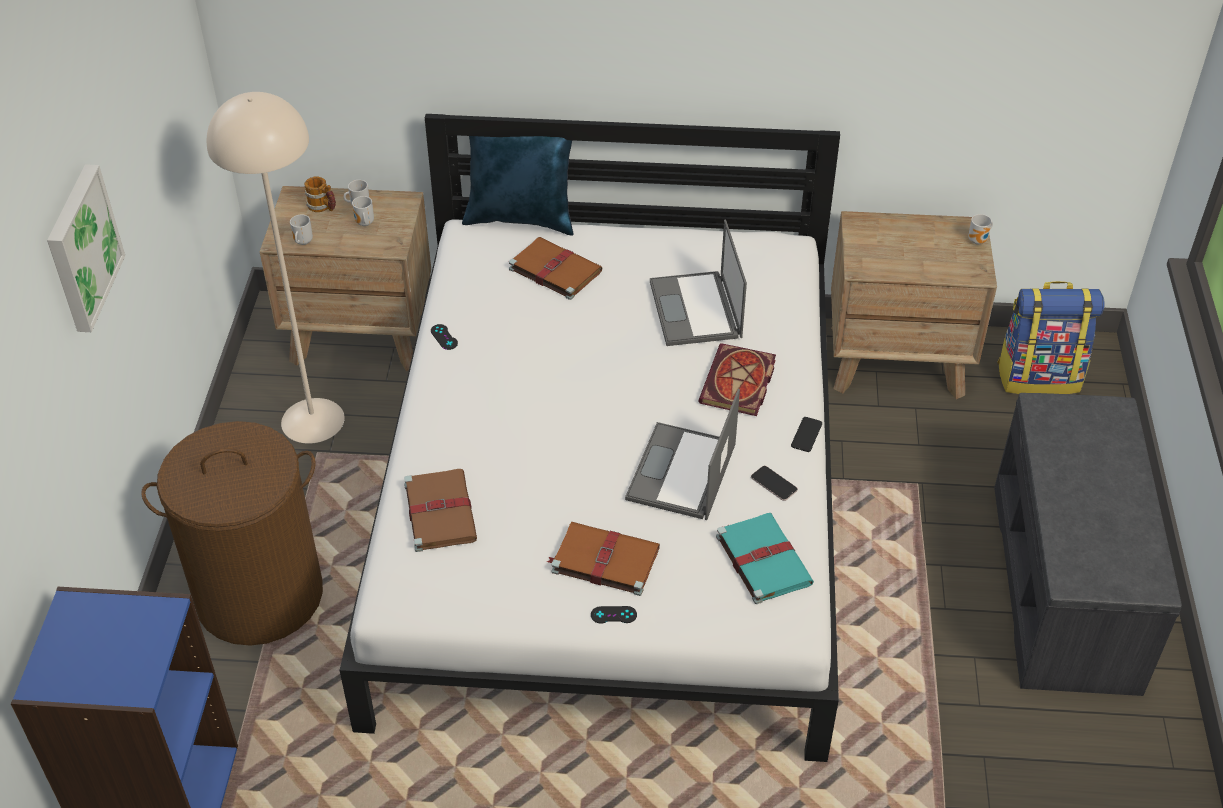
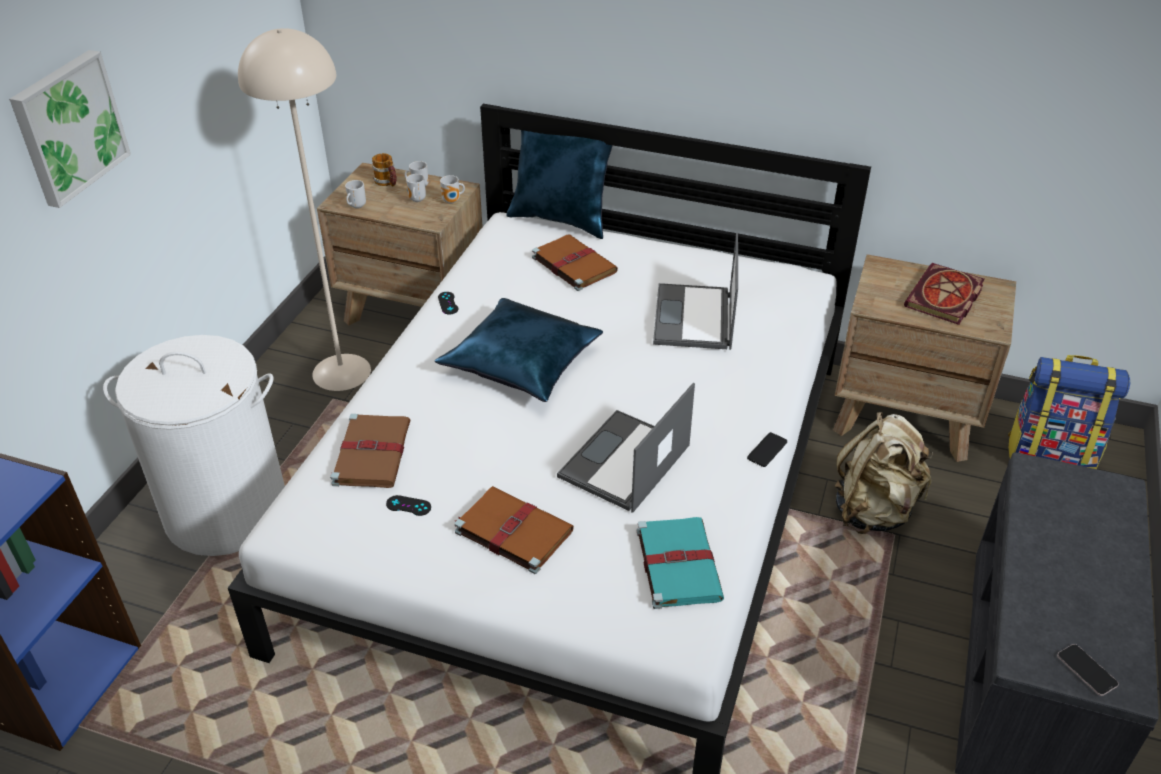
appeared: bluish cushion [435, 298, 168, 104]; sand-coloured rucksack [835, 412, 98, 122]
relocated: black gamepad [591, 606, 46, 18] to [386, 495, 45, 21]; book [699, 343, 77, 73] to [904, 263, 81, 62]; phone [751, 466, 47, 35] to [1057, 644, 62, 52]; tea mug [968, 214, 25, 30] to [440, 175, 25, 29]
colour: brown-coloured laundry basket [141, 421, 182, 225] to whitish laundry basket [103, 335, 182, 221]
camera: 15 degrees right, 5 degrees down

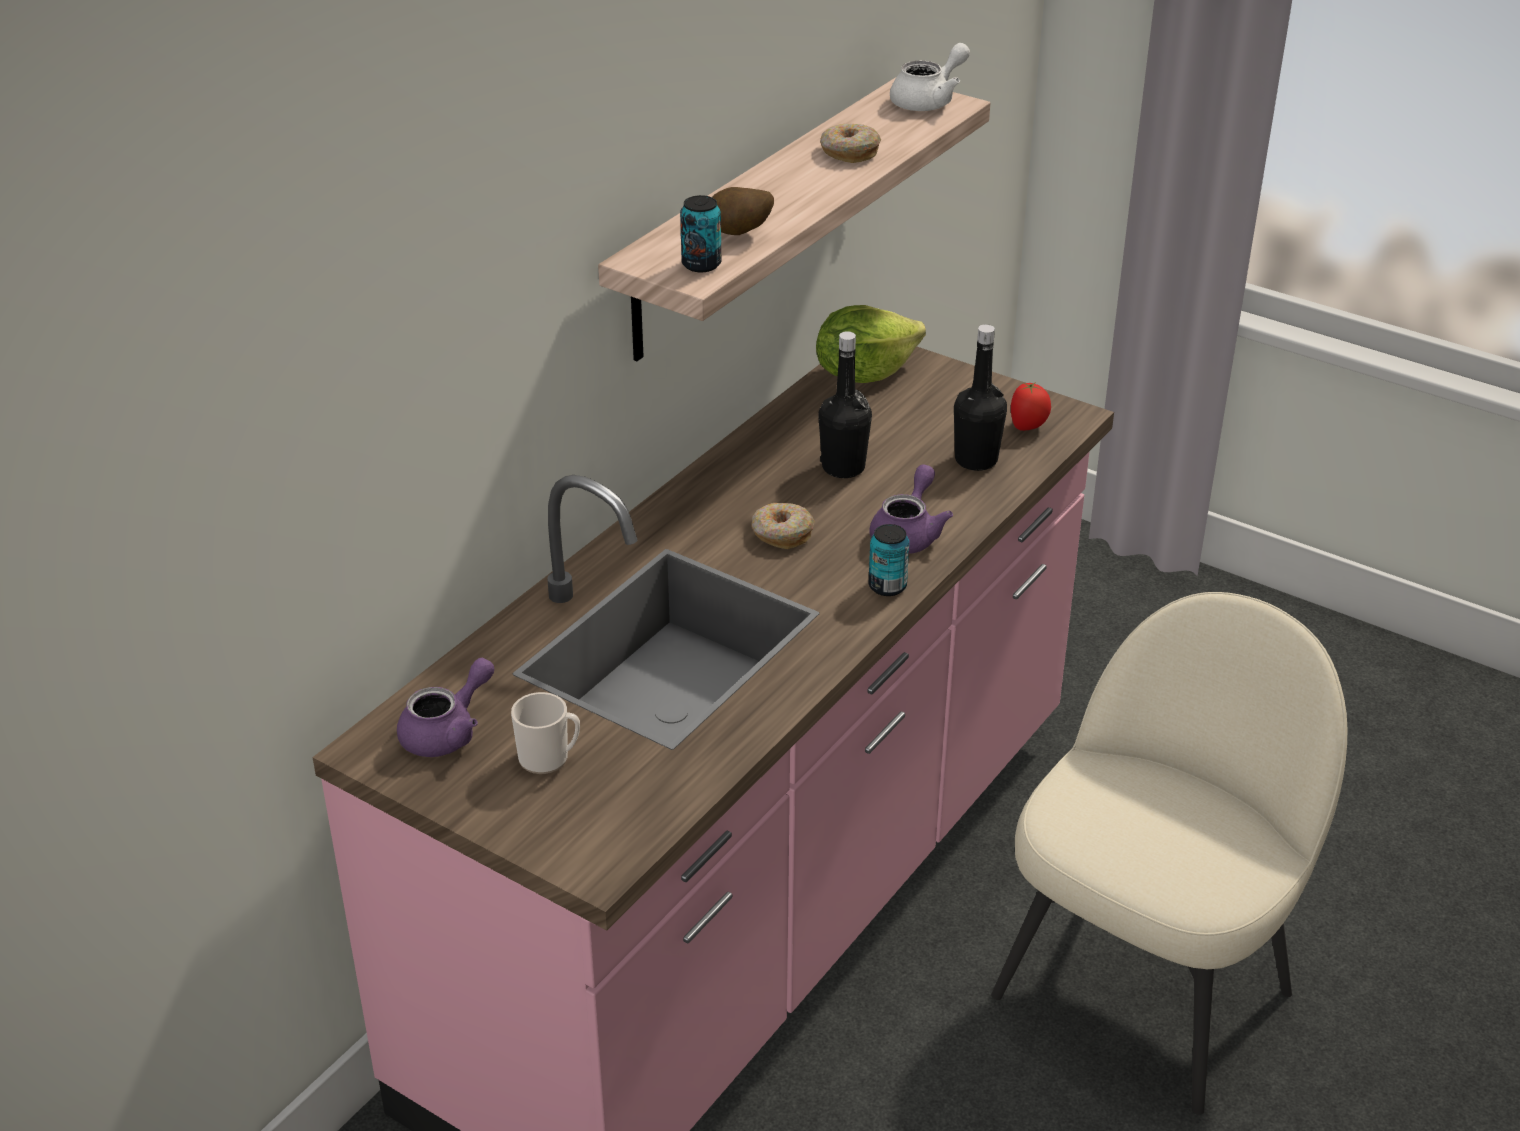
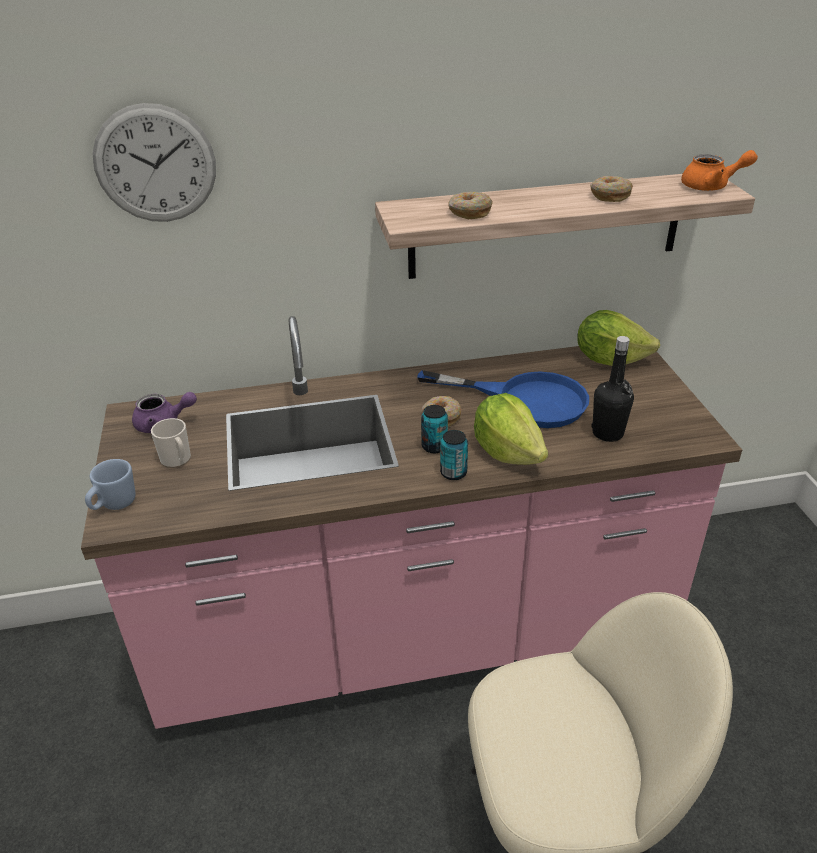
missing: whole tomato [1011, 382, 40, 49]
appeared: bluish tea mug [85, 459, 50, 51]; hanging clock [92, 103, 124, 119]
relocated: can [680, 195, 41, 77] to [421, 405, 27, 48]
exchanged: potato [712, 187, 62, 48] to doughnut [448, 192, 44, 27]; black bottle [818, 331, 54, 147] to bluish skillet [417, 370, 172, 58]; purple-coloured tea pot [870, 464, 83, 90] to head of lettuce [474, 393, 74, 72]
colour: whitish tea pot [890, 43, 80, 68] to orange tea pot [681, 150, 77, 41]
camera: 45 degrees right, 0 degrees up

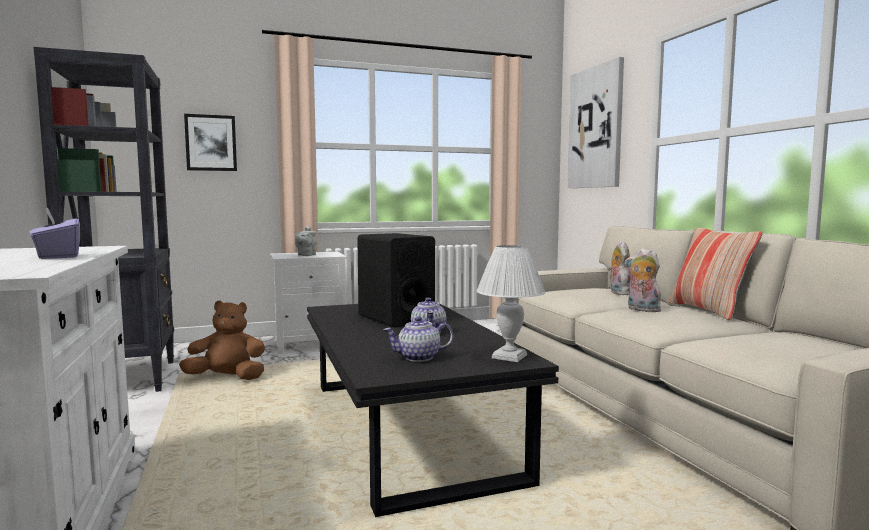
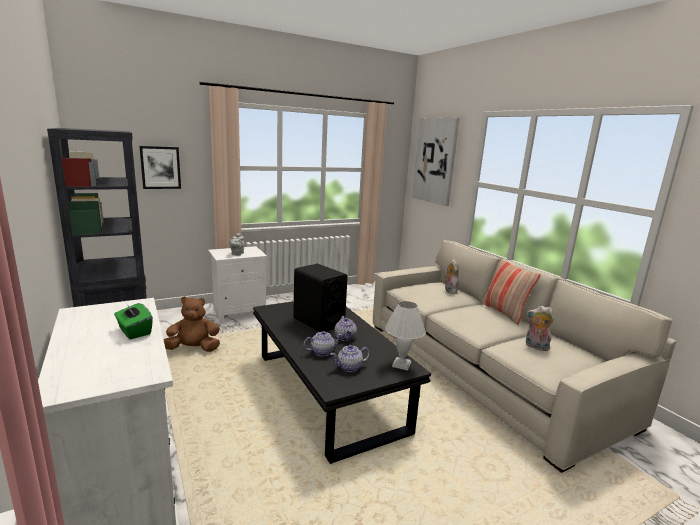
appeared: tea pot [303, 331, 39, 25]
relocated: soft toy [625, 249, 36, 63] to [526, 306, 28, 45]
colour: purple-coloured tissue holder [30, 208, 50, 51] to green-coloured tissue holder [114, 301, 39, 38]
camera: 10 degrees left, 10 degrees up

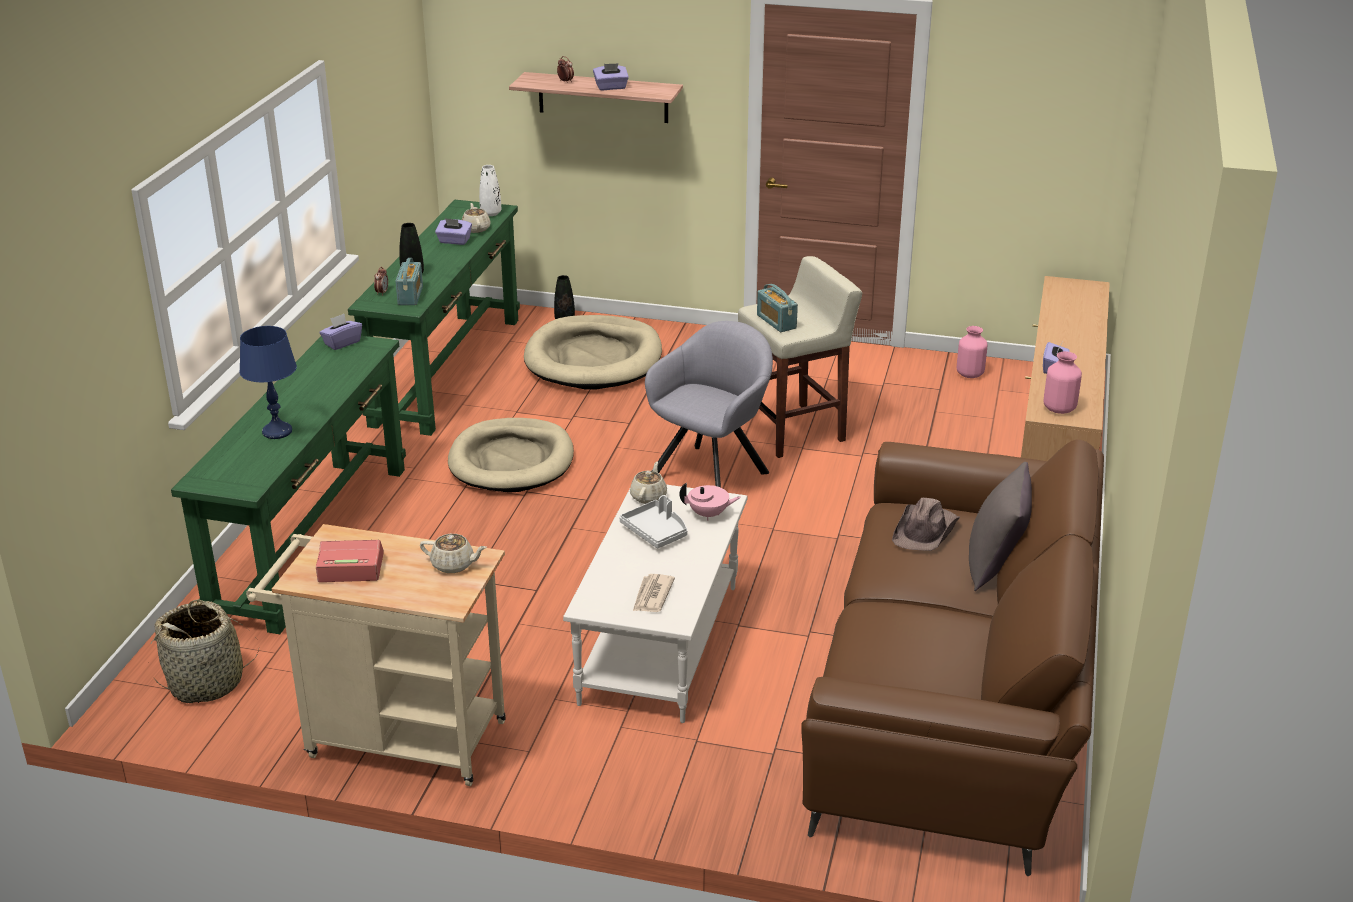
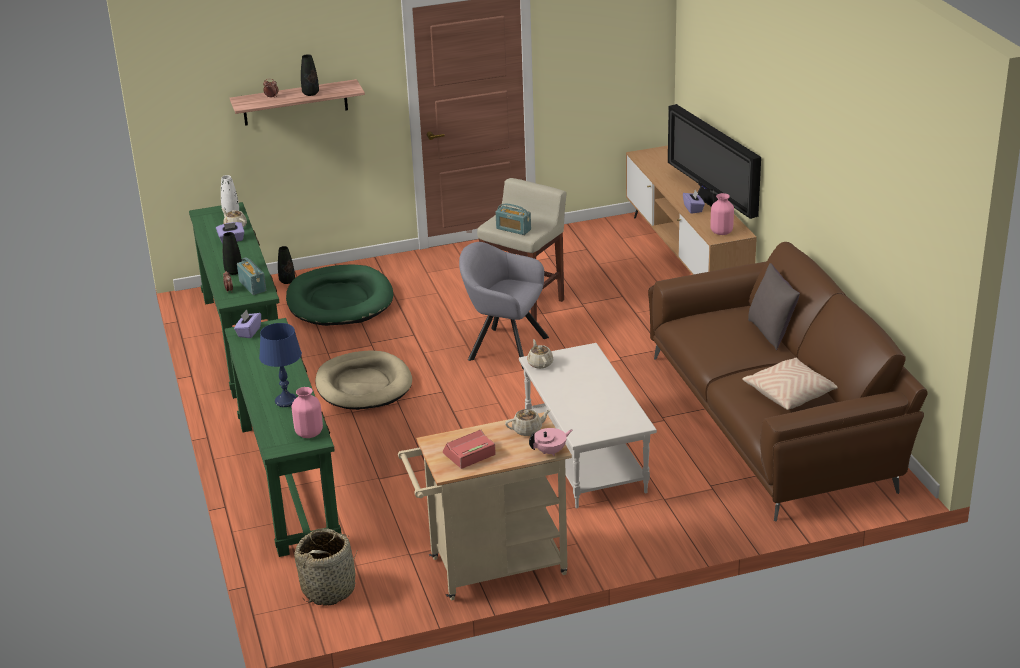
missing: greyish carrying tray [619, 495, 68, 53]; daily paper [633, 574, 42, 38]; brown-coloured hat [892, 498, 68, 53]
appeared: TV [668, 104, 93, 115]; sand-coloured cushion [742, 358, 96, 52]
relocated: pinkish tea pot [679, 483, 62, 38] to [529, 428, 43, 28]; pinkish flower vase [957, 326, 30, 52] to [292, 387, 31, 51]
exchanged: purple-coloured tissue holder [593, 63, 36, 27] to black flower vase [301, 54, 18, 42]
colour: sand-coloured dog bed [524, 315, 138, 75] to green-coloured dog bed [286, 265, 107, 61]
spun: greyish lounge chair [645, 321, 128, 166] = [459, 242, 90, 128] 75 degrees counterclockwise
camera: 30 degrees left, 0 degrees up

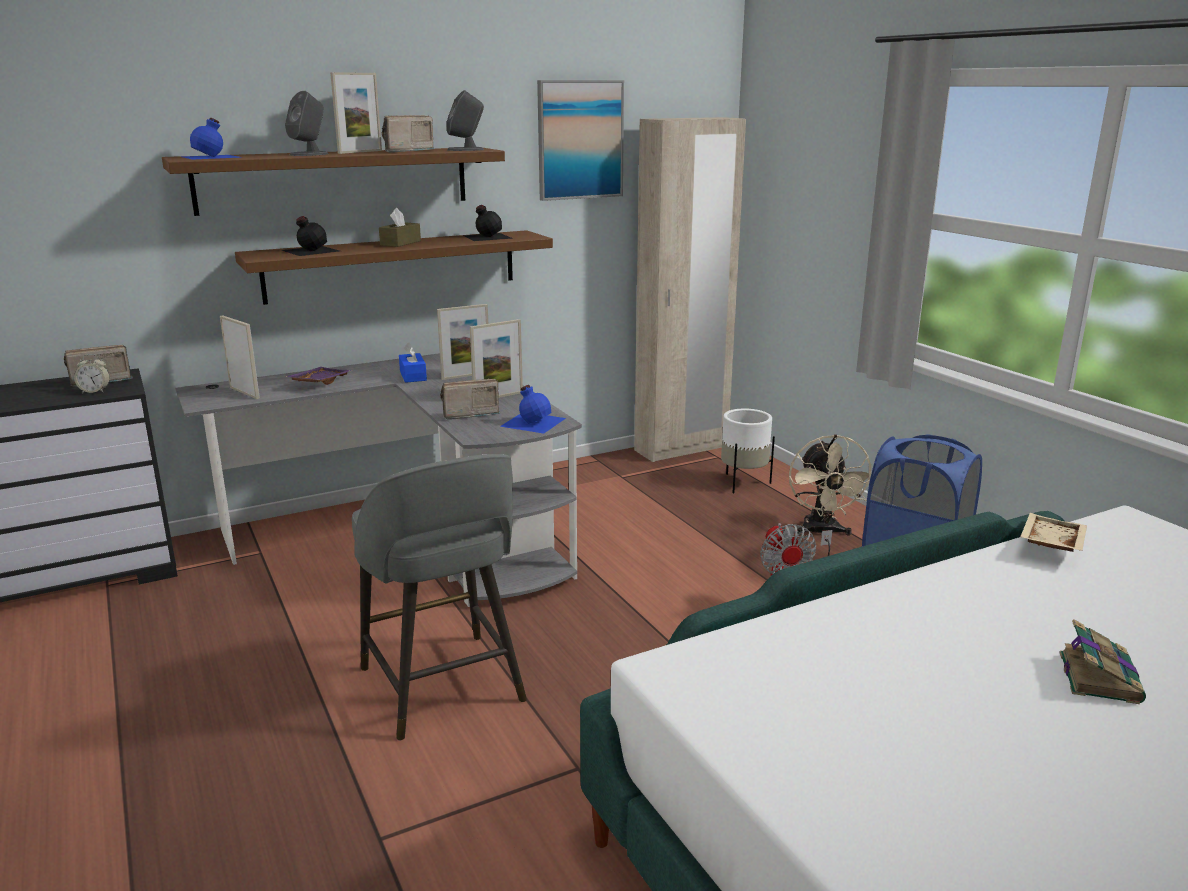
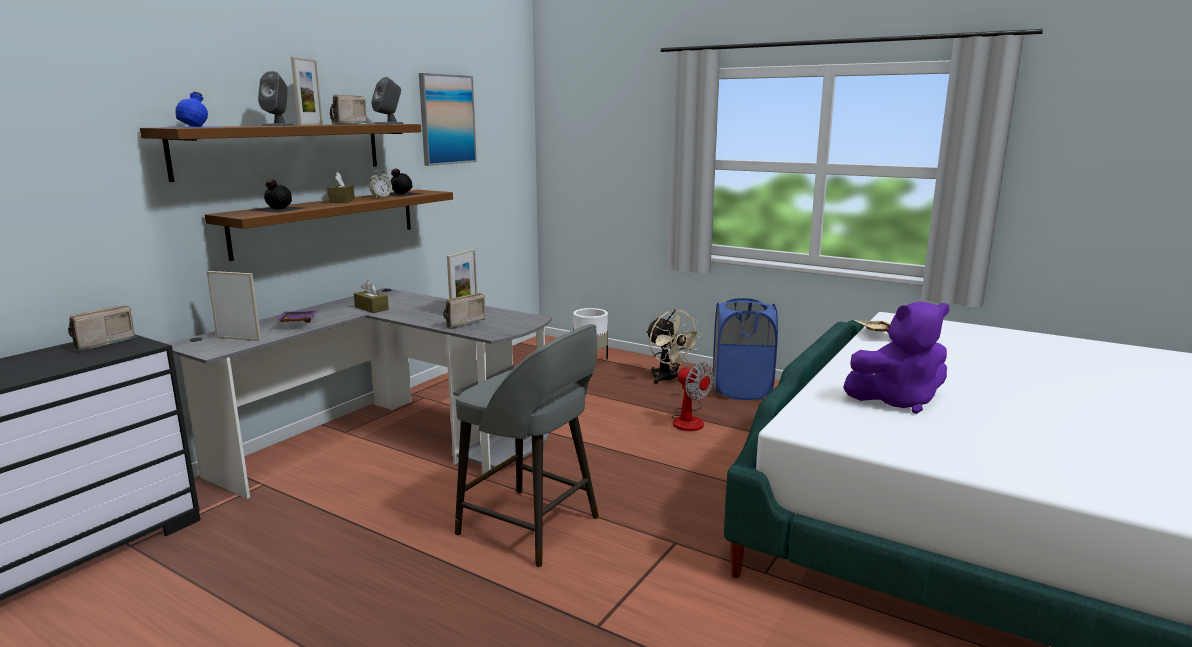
missing: standing frame [437, 304, 51, 76]; bluish bottle [500, 385, 66, 49]; sand-coloured clothes cupboard [634, 117, 112, 345]; book [1059, 619, 87, 85]
appeared: purple-coloured soft toy [843, 302, 106, 112]
relocated: table clock [74, 354, 36, 40] to [369, 170, 23, 28]
colour: bluish tissue holder [399, 342, 28, 41] to brown-coloured tissue holder [354, 281, 35, 32]
camera: 30 degrees left, 5 degrees down

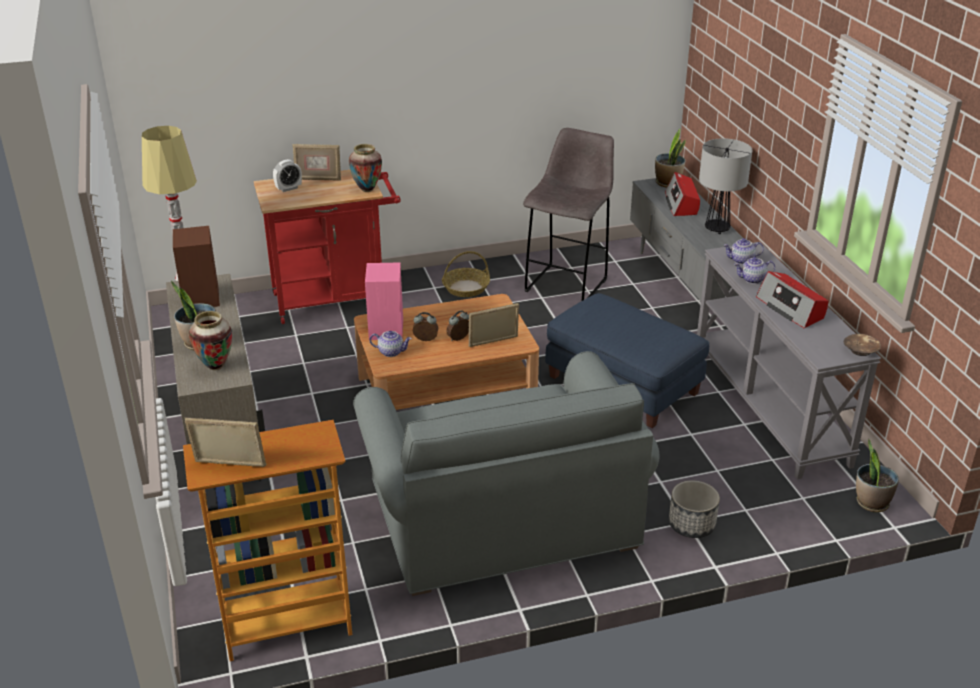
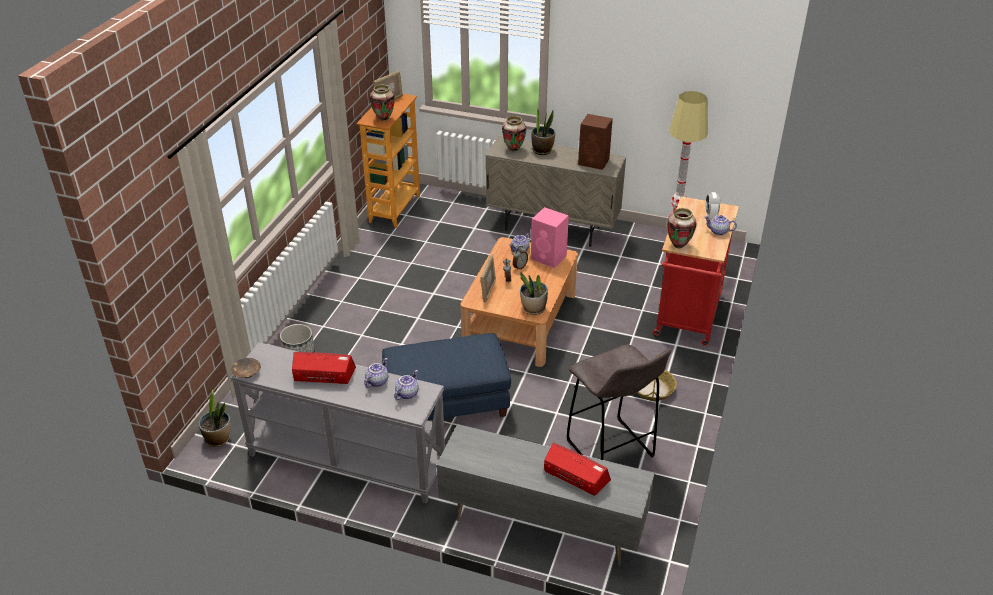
missing: greyish settee [353, 351, 307, 245]; tabletop lamp [699, 138, 53, 96]
appeared: flower vase [370, 85, 25, 36]
relocated: plant in a pot [655, 129, 31, 59] to [520, 273, 28, 42]
exchanged: standing frame [293, 144, 48, 37] to tea pot [704, 215, 33, 20]
camera: 125 degrees right, 5 degrees up

